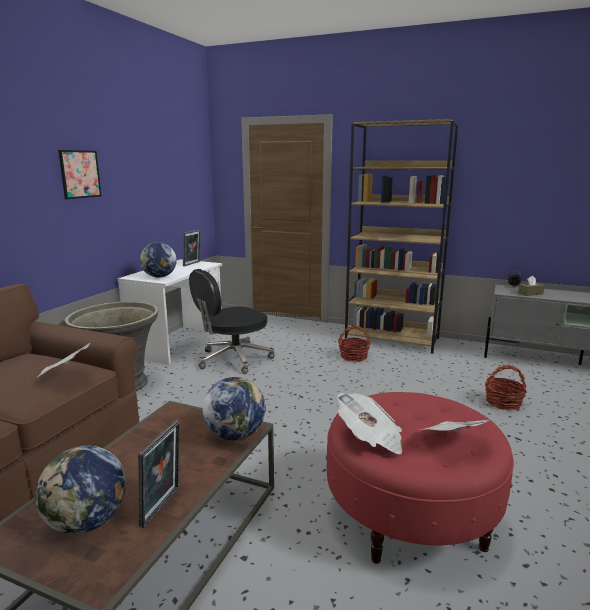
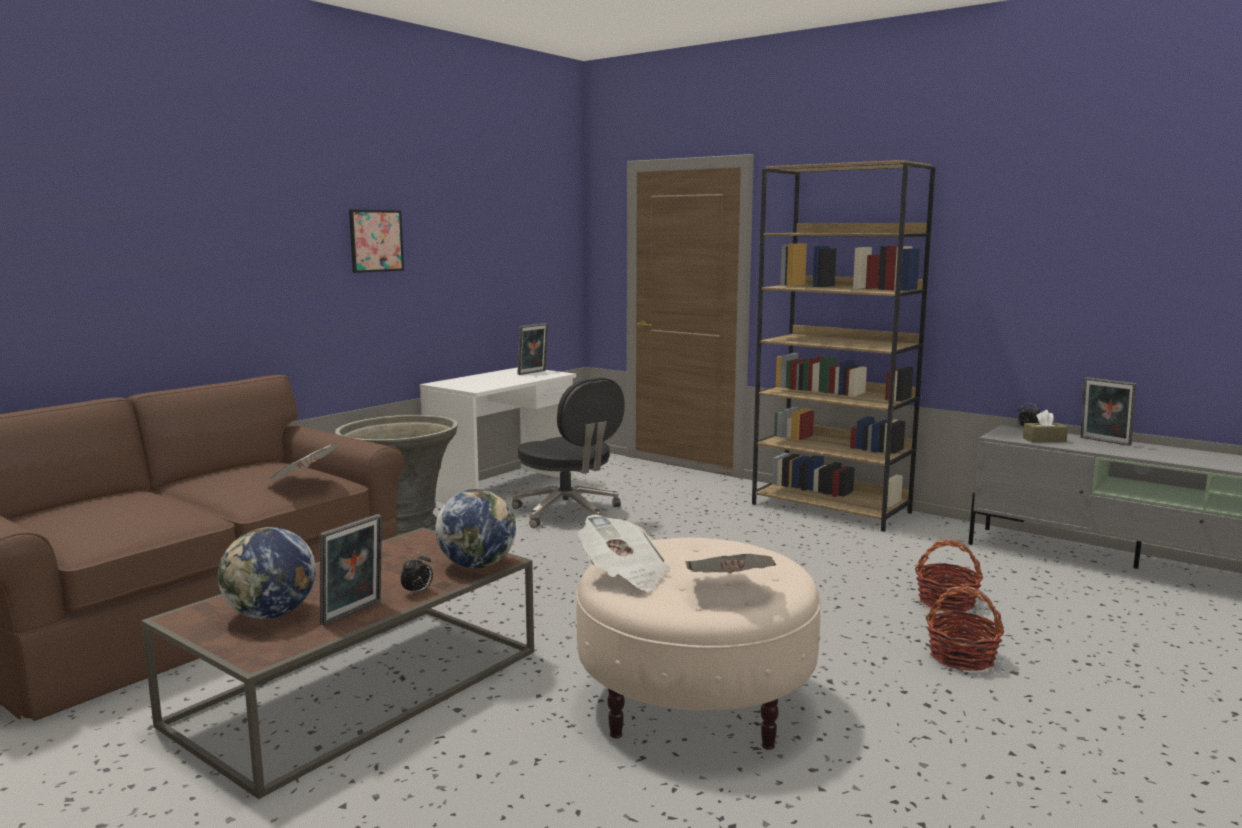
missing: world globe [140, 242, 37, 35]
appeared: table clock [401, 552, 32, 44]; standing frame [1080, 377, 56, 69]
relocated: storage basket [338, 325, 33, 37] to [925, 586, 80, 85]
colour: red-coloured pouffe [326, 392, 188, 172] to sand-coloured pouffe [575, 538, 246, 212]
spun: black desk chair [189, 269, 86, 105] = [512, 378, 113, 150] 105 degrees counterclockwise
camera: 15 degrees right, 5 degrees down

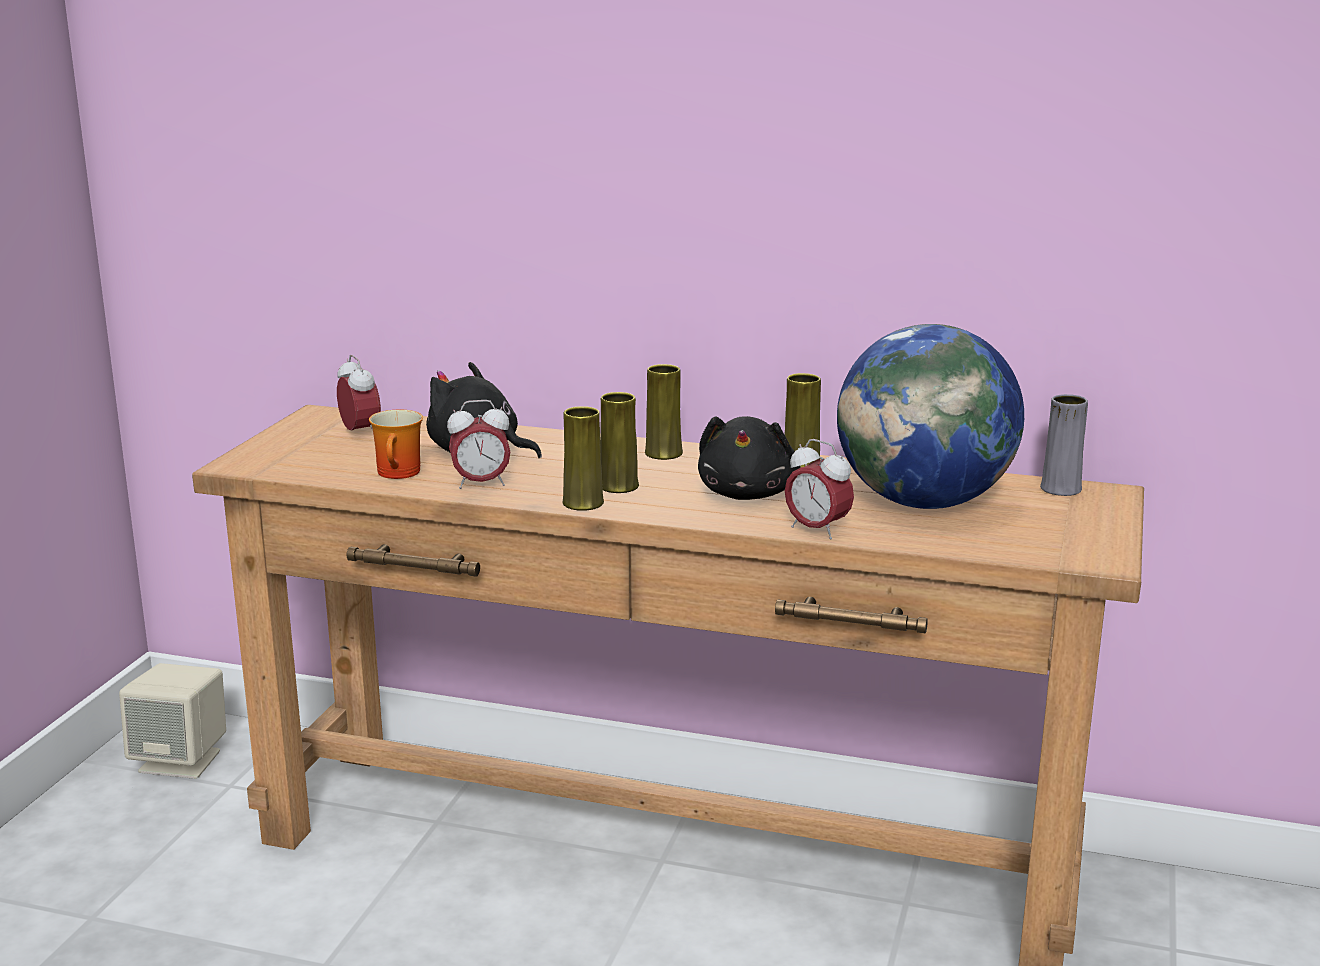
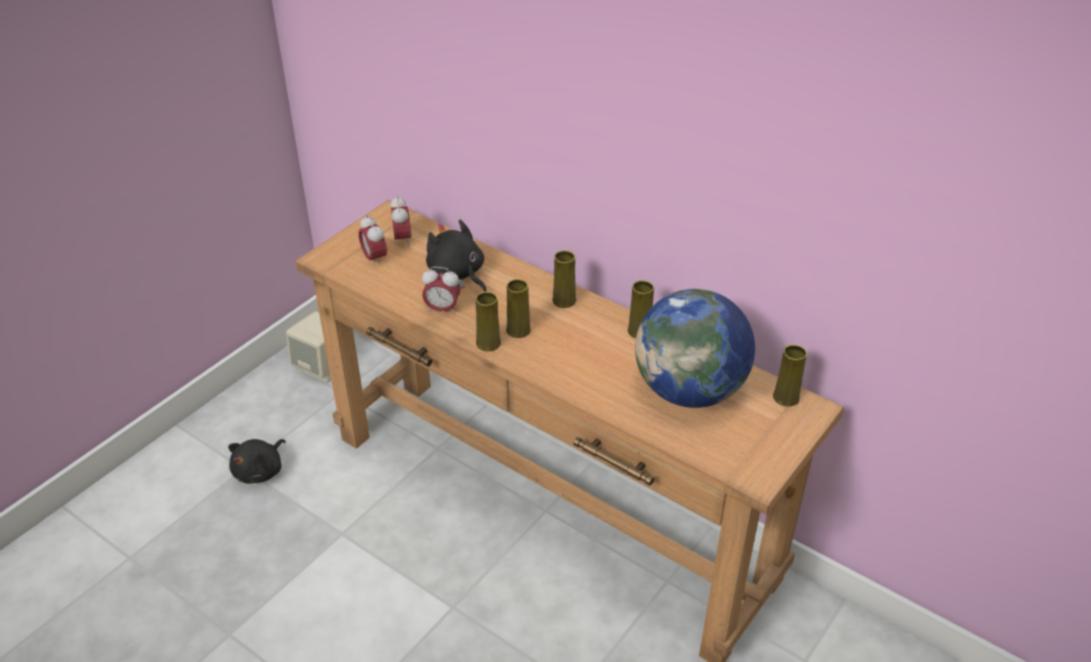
missing: tea mug [369, 410, 54, 69]
relocated: black soft toy [698, 416, 102, 84] to [228, 439, 57, 45]; table clock [785, 439, 69, 100] to [359, 215, 28, 52]
colour: greyish flower vase [1040, 394, 48, 102] to yellow flower vase [773, 344, 34, 62]
camera: 20 degrees right, 20 degrees up

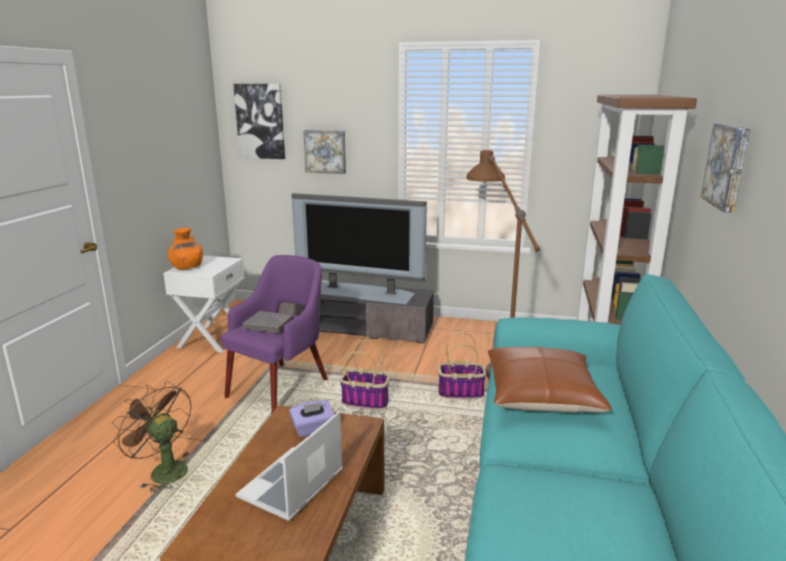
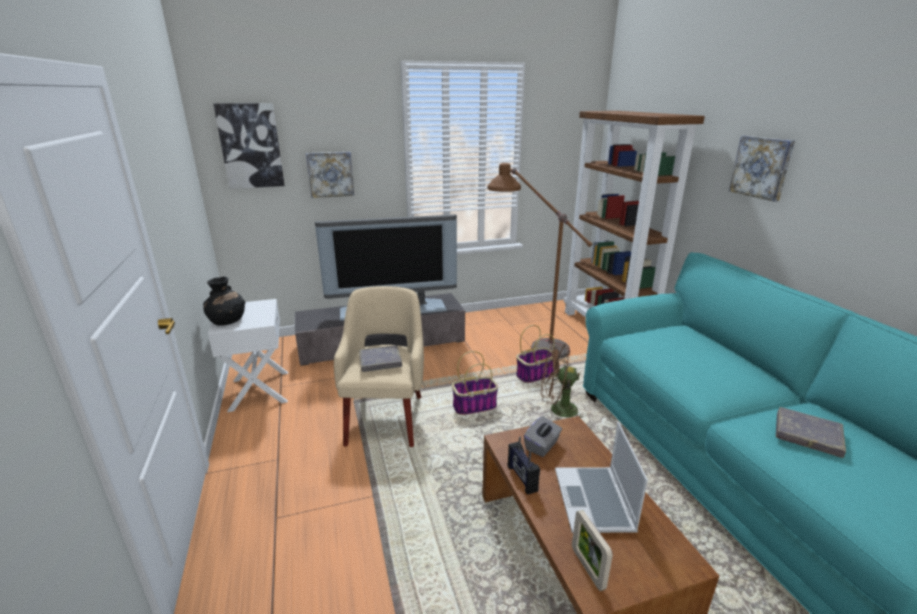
missing: brown-coloured cushion [488, 346, 124, 67]
appeared: radio [508, 437, 32, 58]; standing frame [572, 510, 41, 81]; greyish book [776, 407, 70, 51]
relocated: brown-coloured electric fan [112, 381, 79, 111] to [541, 343, 46, 75]
colour: orange flower vase [168, 228, 35, 41] to black flower vase [203, 277, 42, 49]; purple-coloured lounge chair [221, 255, 107, 158] to sand-coloured lounge chair [334, 286, 90, 161]; purple-coloured tissue holder [289, 400, 45, 37] to greyish tissue holder [524, 416, 38, 41]
camera: 30 degrees left, 5 degrees up

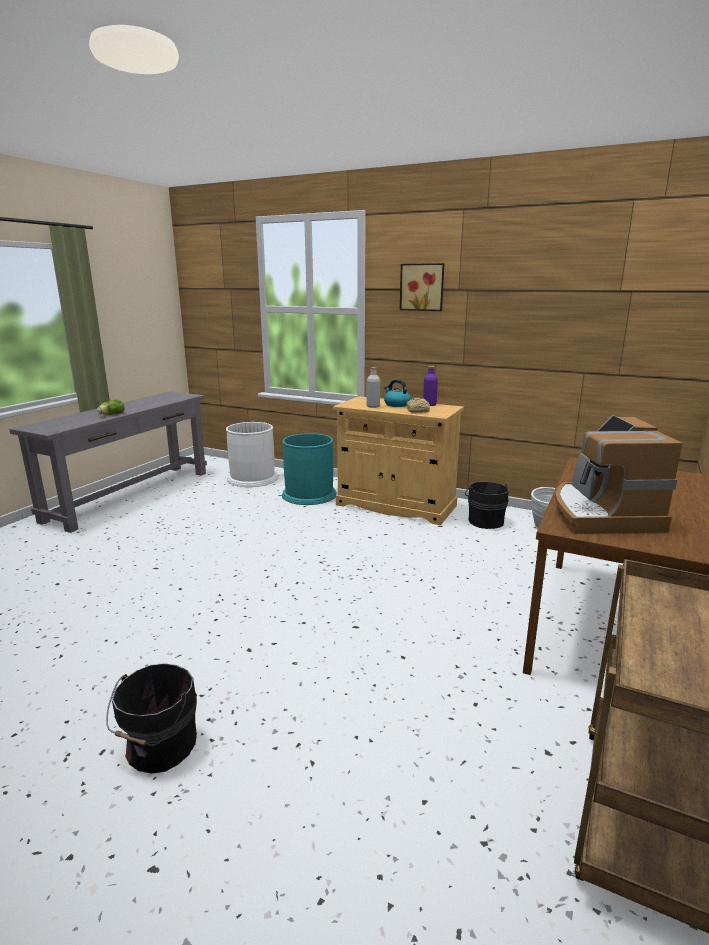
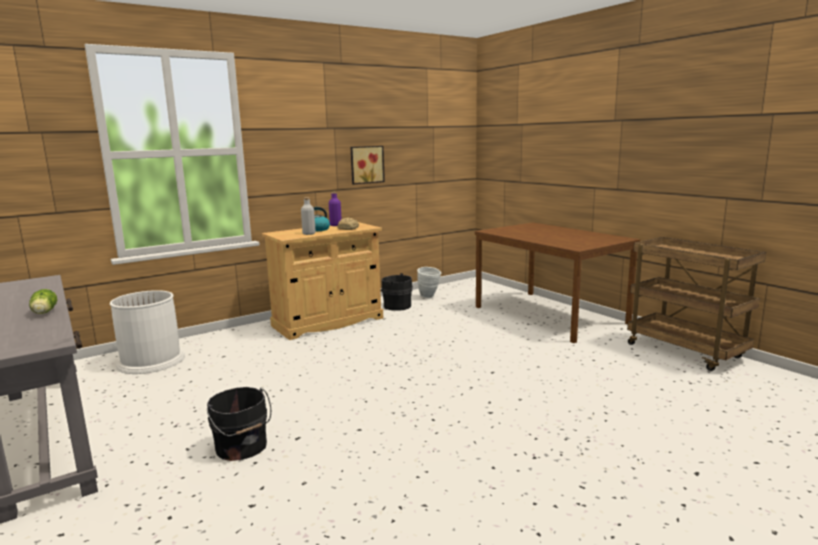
missing: blue-green waste bin [282, 433, 55, 72]; coffee maker [555, 416, 128, 118]
relocated: black bucket [106, 663, 91, 111] to [207, 387, 64, 74]; wall picture [400, 263, 44, 48] to [351, 146, 34, 39]
camera: 60 degrees left, 5 degrees down

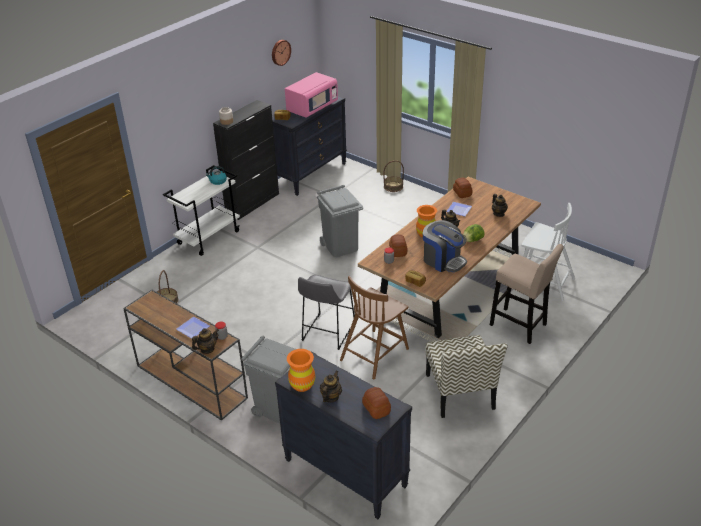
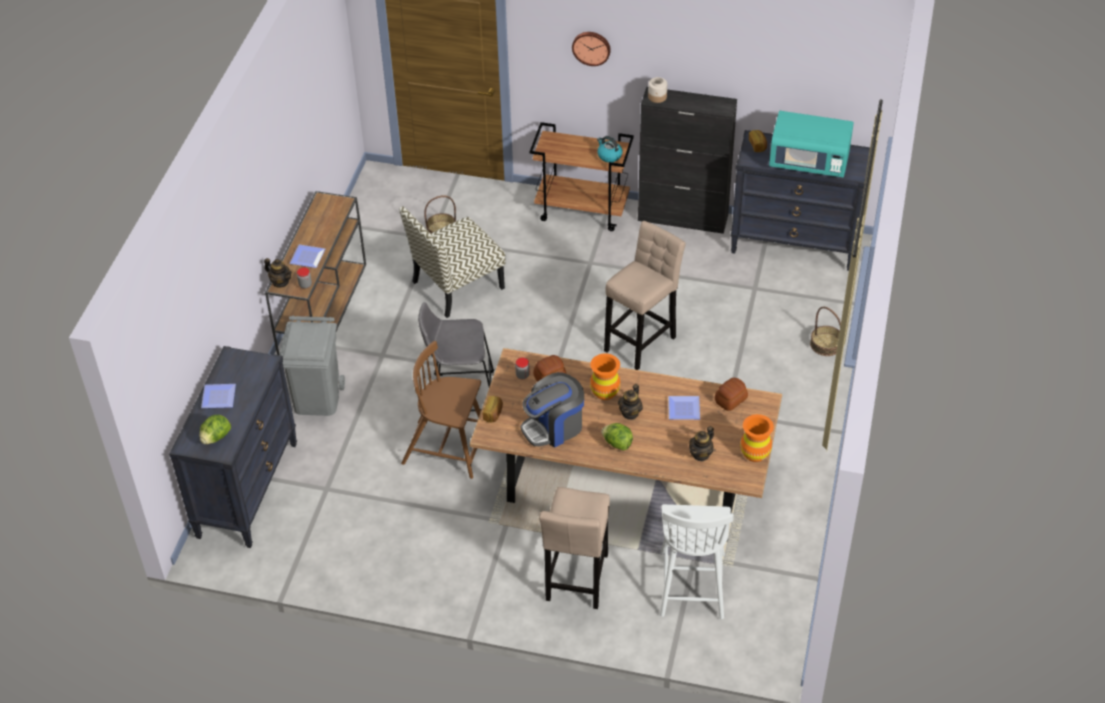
relocated: hanging clock [272, 40, 19, 26] to [572, 32, 39, 34]; orange flower vase [287, 349, 28, 43] to [740, 414, 34, 48]; chair [425, 335, 83, 83] to [399, 206, 107, 112]
exchanged: greyish waste bin [317, 185, 46, 72] to sand-coloured sitting stool [604, 221, 82, 149]; tea pot [320, 371, 22, 32] to plate [201, 384, 35, 24]; bakery bread [362, 387, 29, 32] to head of lettuce [199, 414, 32, 30]
colour: whitish trolley [163, 165, 77, 91] to brown-coloured trolley [529, 122, 105, 109]; pinkish kitchen microwave [285, 72, 53, 46] to blue-green kitchen microwave [769, 111, 85, 66]
spun: coffee maker [423, 220, 44, 52] = [520, 372, 64, 75] 45 degrees clockwise
camera: 65 degrees right, 10 degrees up

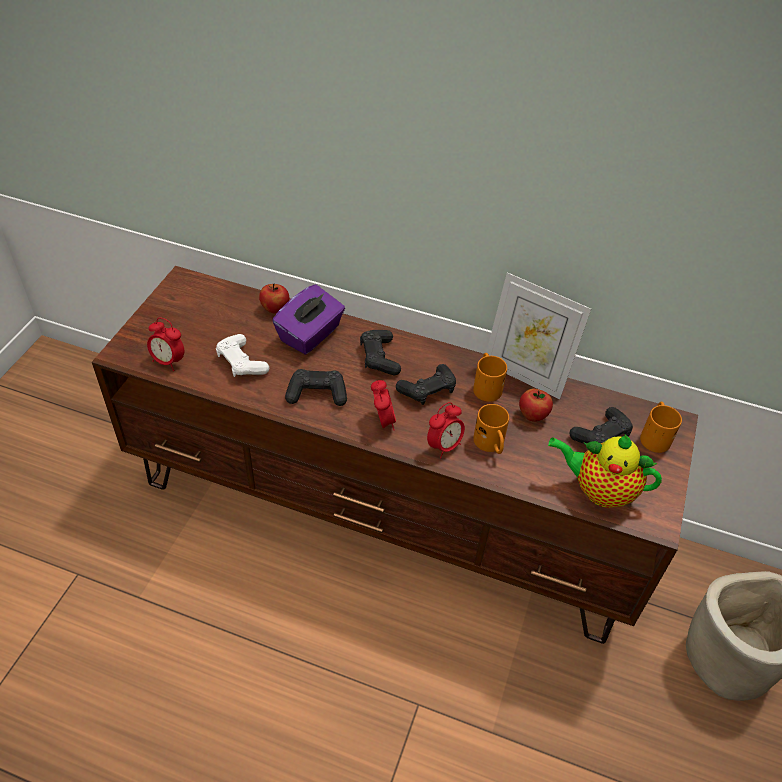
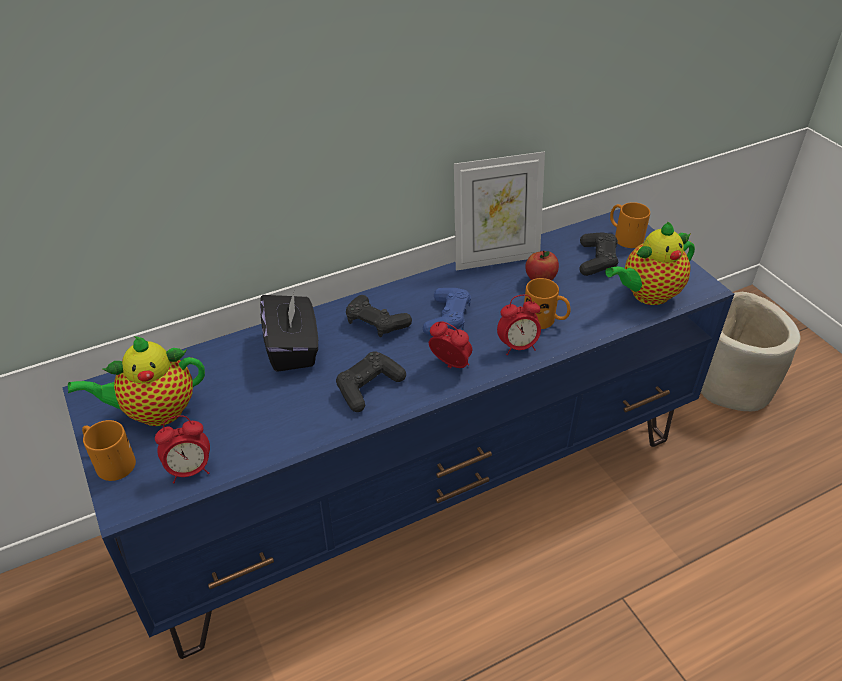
missing: whitish gamepad [216, 334, 53, 43]; apple [259, 284, 30, 30]
appeared: tea pot [68, 336, 137, 90]
relocated: orange tea mug [473, 353, 34, 49] to [82, 420, 54, 61]
colour: brown-coloured media console [92, 266, 606, 378] to bluish media console [62, 209, 672, 450]; purple-coloured tissue holder [272, 285, 73, 69] to black tissue holder [260, 292, 58, 80]; black gamepad [396, 364, 60, 41] to bluish gamepad [423, 288, 48, 48]
spun: table clock [427, 402, 38, 57] = [497, 294, 44, 61] 75 degrees clockwise
camera: 45 degrees left, 5 degrees down

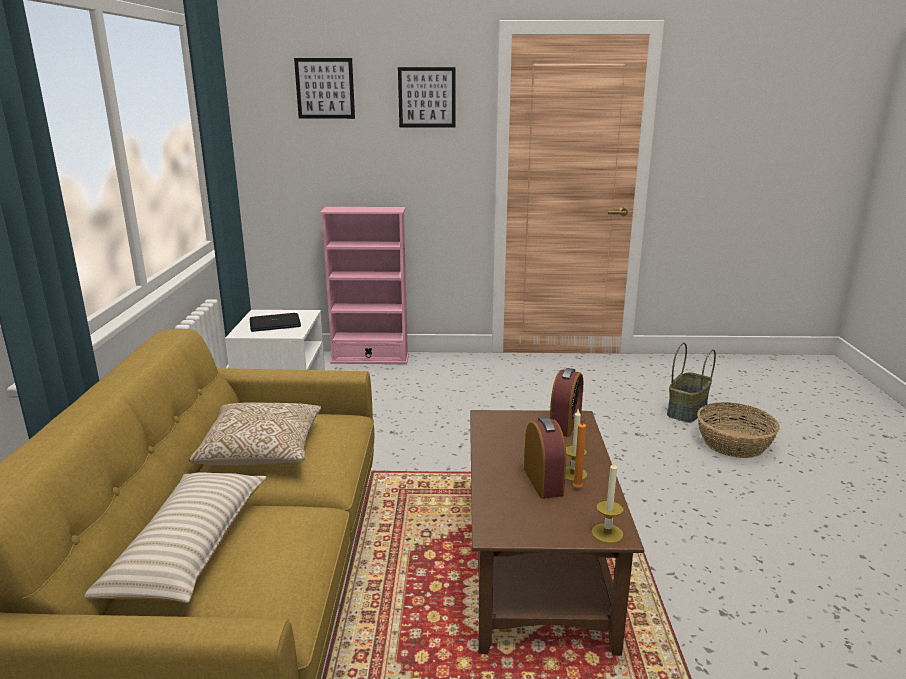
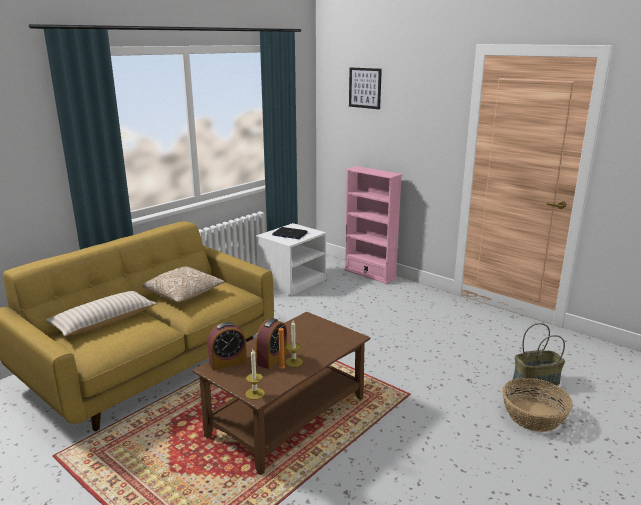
missing: wall picture [398, 67, 58, 60]
relocated: table clock [550, 368, 33, 69] to [207, 322, 40, 49]
camera: 40 degrees right, 0 degrees up

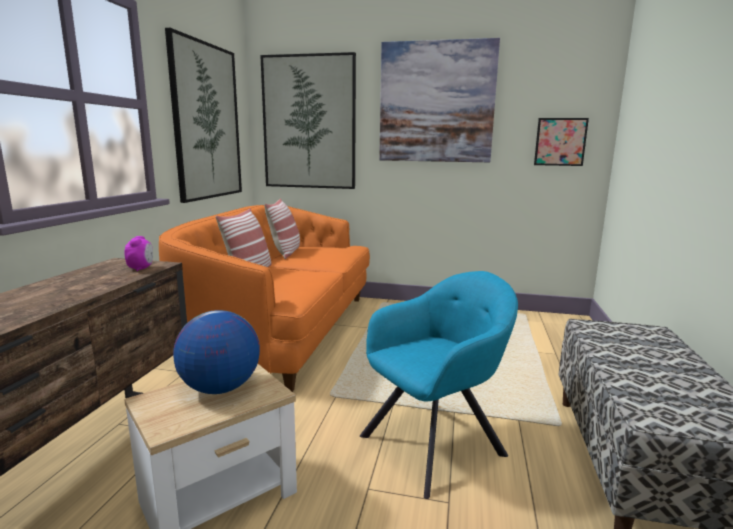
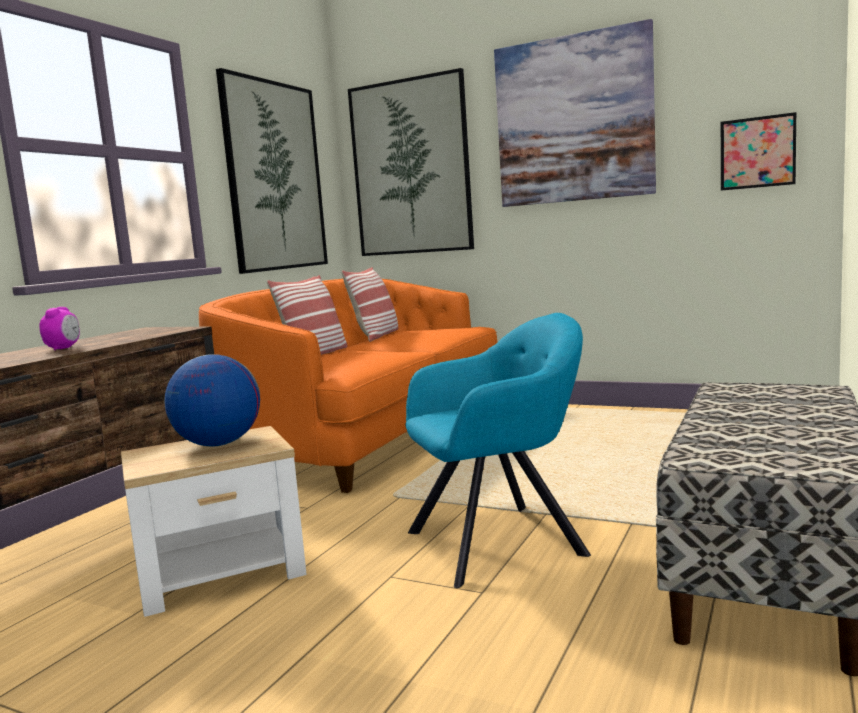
relocated: table clock [125, 236, 28, 35] to [40, 307, 40, 43]
camera: 15 degrees right, 5 degrees down

